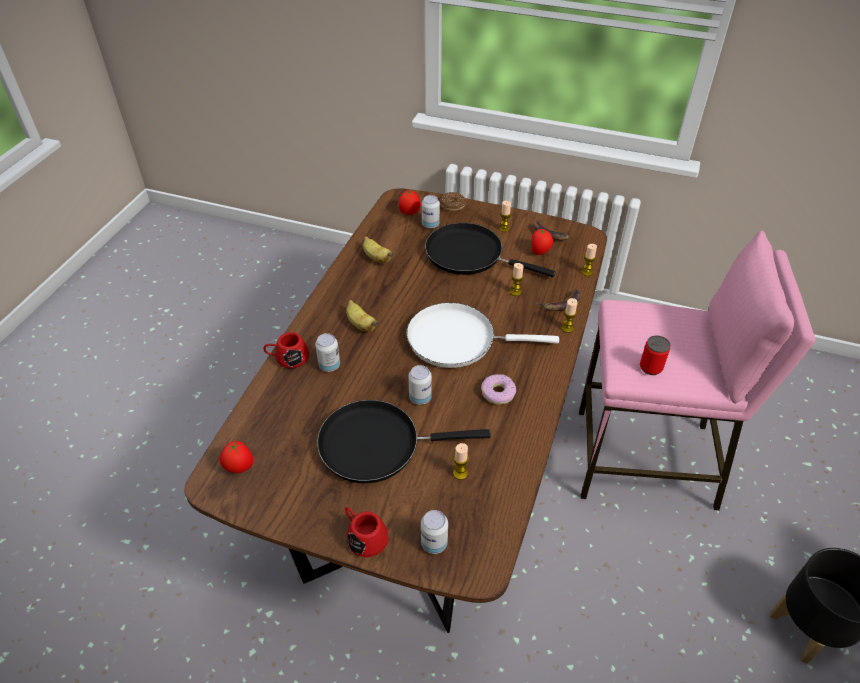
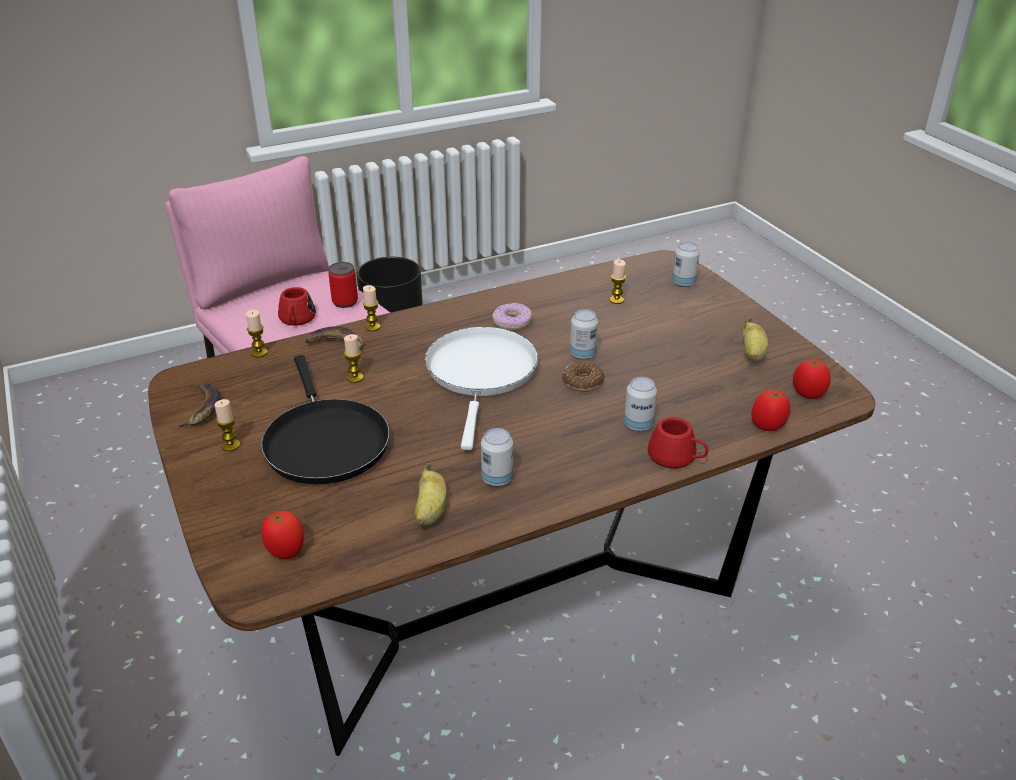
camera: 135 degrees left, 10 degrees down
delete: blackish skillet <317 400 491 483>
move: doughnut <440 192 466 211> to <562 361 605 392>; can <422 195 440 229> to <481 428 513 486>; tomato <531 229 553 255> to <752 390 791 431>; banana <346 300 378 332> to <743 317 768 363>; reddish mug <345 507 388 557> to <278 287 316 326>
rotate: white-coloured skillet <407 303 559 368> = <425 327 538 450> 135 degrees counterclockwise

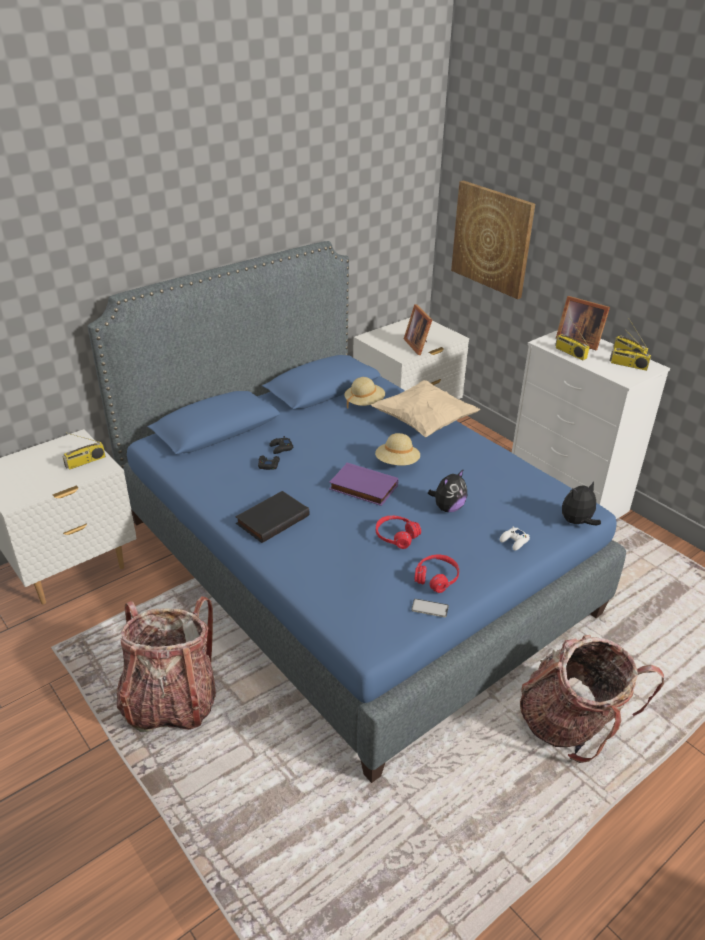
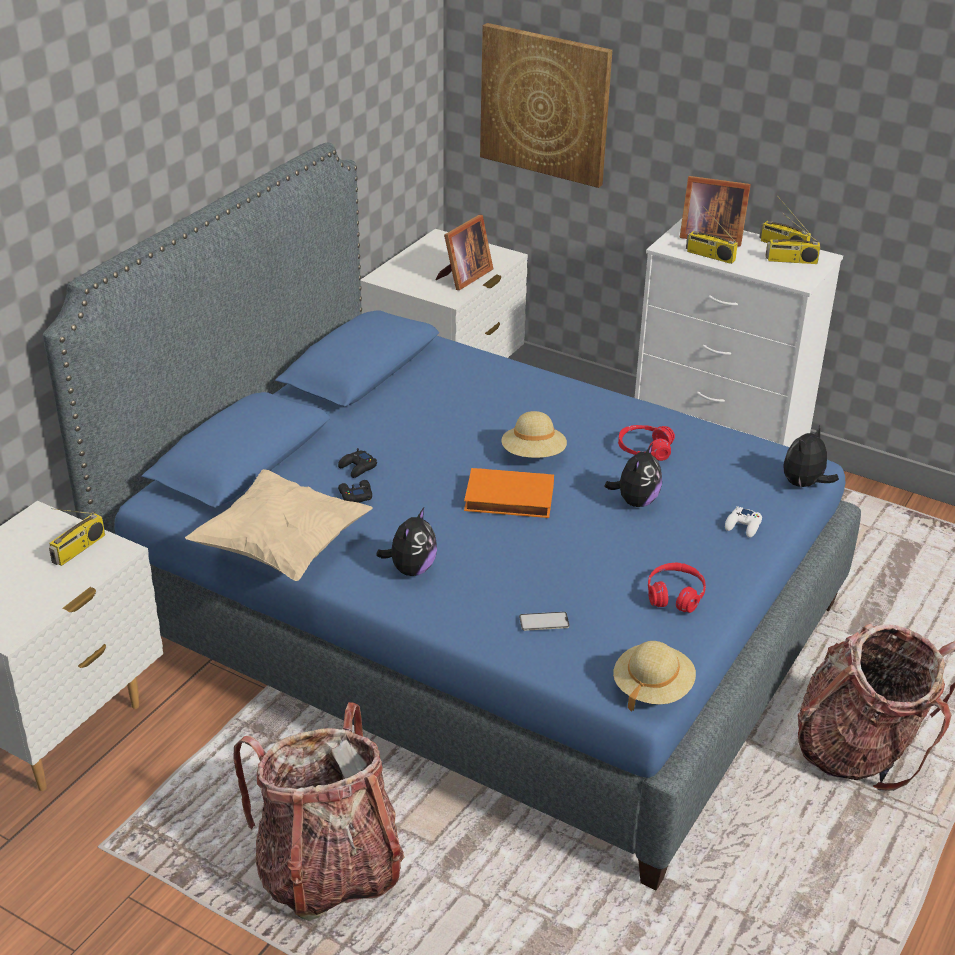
camera: 20 degrees left, 0 degrees up
move: sand-coloured wearable hat <344 377 385 408> to <613 641 696 712>; sand-coloured pillow <371 380 480 438> to <185 469 372 581>; reddish headset <376 516 421 549> to <618 425 675 461>; phone <411 599 449 617> to <519 612 570 631>
replace: blackish book <235 491 310 543> to cuddly toy <376 508 437 576>
recolor: purplish book <329 463 398 506> to orange-coloured book <464 468 554 518>
rotate: picture frame <404 304 432 355> = <435 215 493 290> 105 degrees counterclockwise

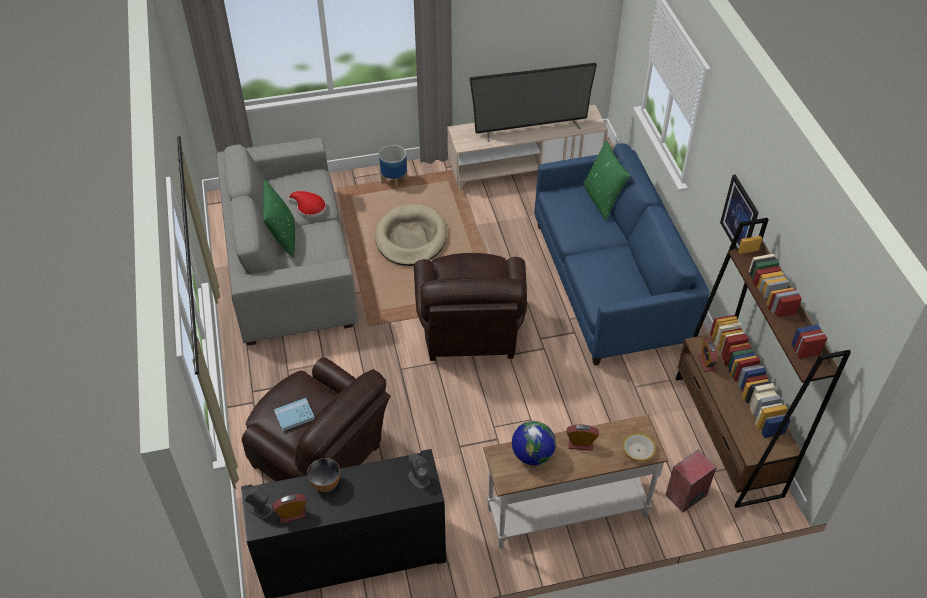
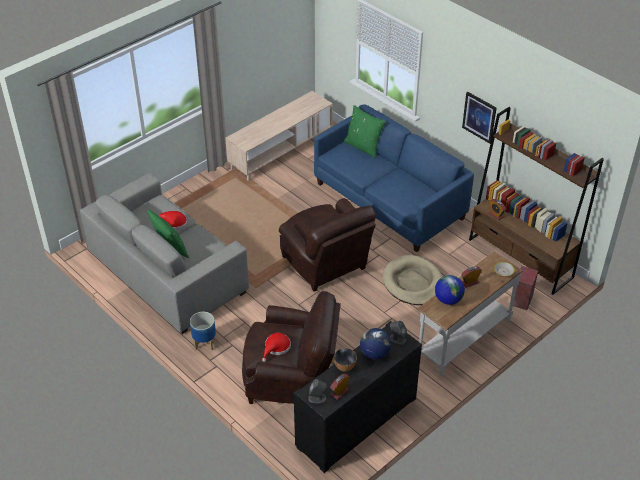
camera: 30 degrees left, 5 degrees down
delete: TV set <469 63 597 142>
insert: desk globe <360 328 391 360>
move: flower pot <379 145 408 190> to <190 312 216 350>; sand-coloured dog cushion <375 204 447 266> to <383 255 442 305>
replace: blue-coloured book <274 398 314 431> to reddish wearable hat <262 333 291 362>

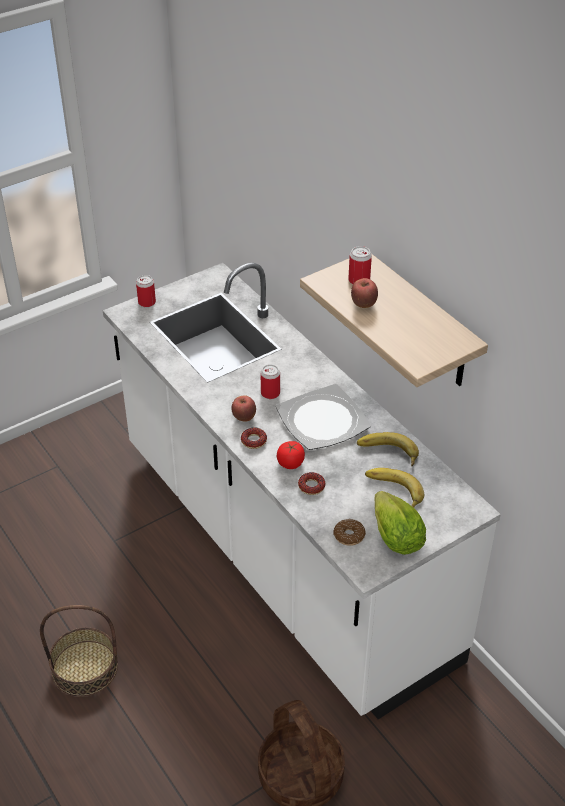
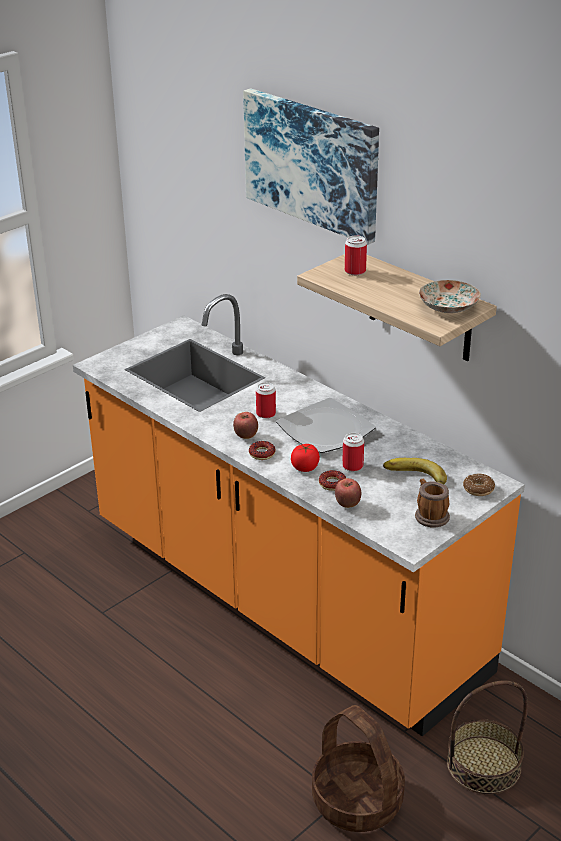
camera: 10 degrees left, 10 degrees down
delete: banana <357 432 419 466>
insert: wall art <243 88 379 245>; plate <419 280 481 313>
move: can <136 275 156 307> to <342 433 364 471>; apple <351 278 378 308> to <335 478 361 508>; doughnut <333 519 366 546> to <463 474 495 496>; household basket <40 605 118 696> to <447 680 528 794>
replace: head of lettuce <374 491 426 555> to mug <415 479 450 527>
recolor: white-coloured kitchen base unit <103 263 501 719> to orange-coloured kitchen base unit <73 294 525 736>

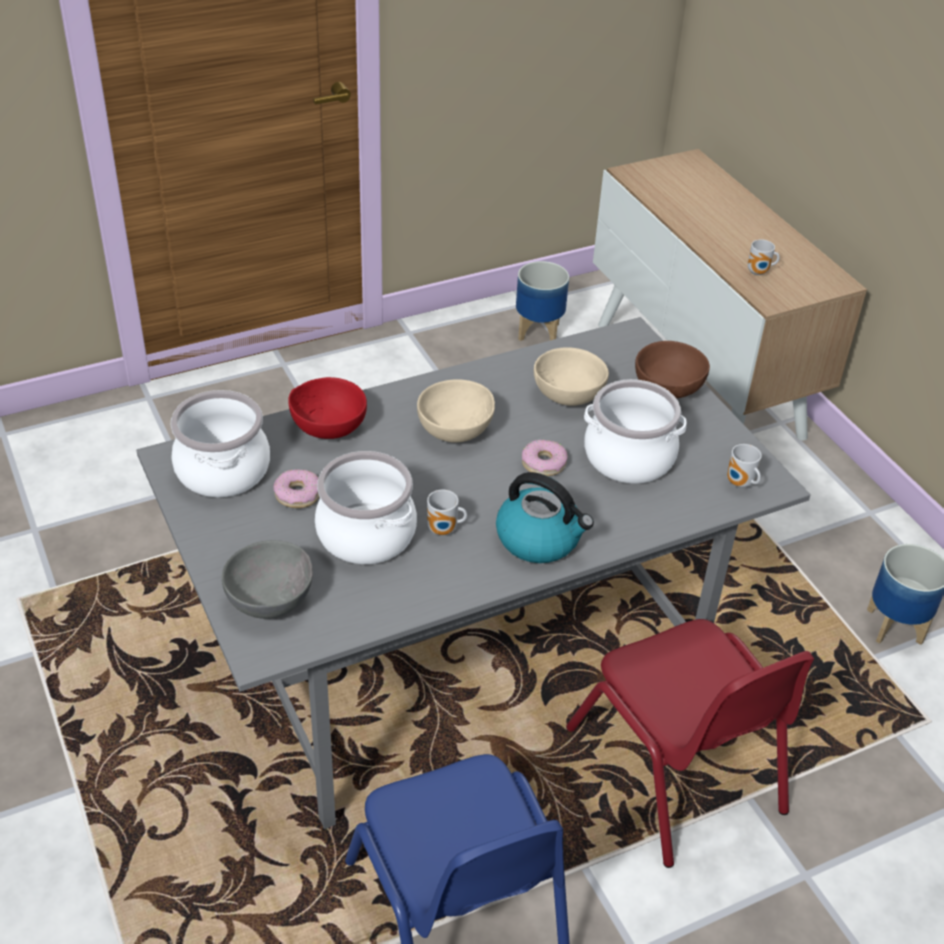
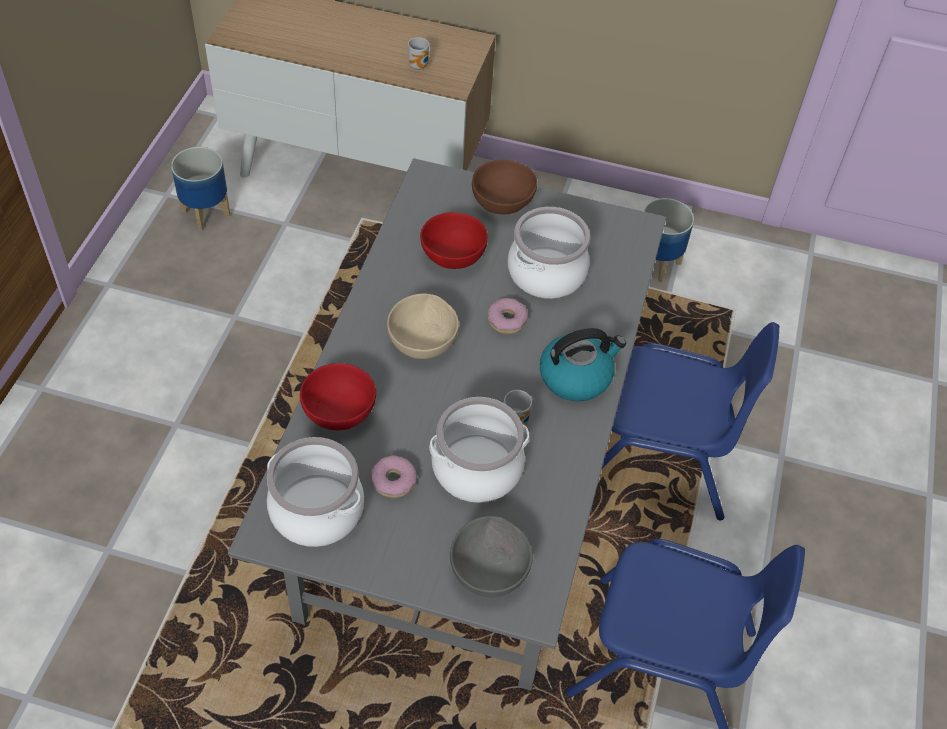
camera: 50 degrees left, 10 degrees up
delete: mug <727 444 762 488>
recolor: sand-coloured serving bowl <534 347 609 406> to reddish serving bowl <420 212 488 269>; reddish upright chair <566 619 814 868> to blue-coloured upright chair <602 322 779 521>

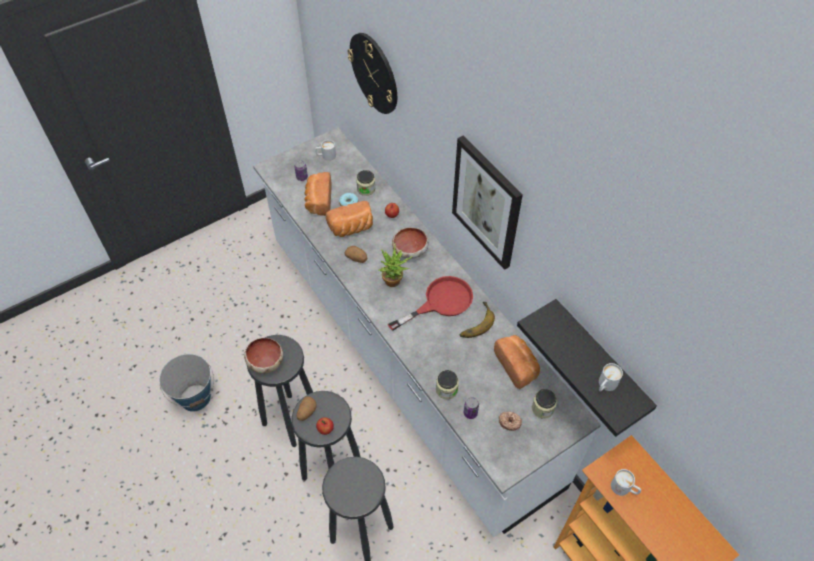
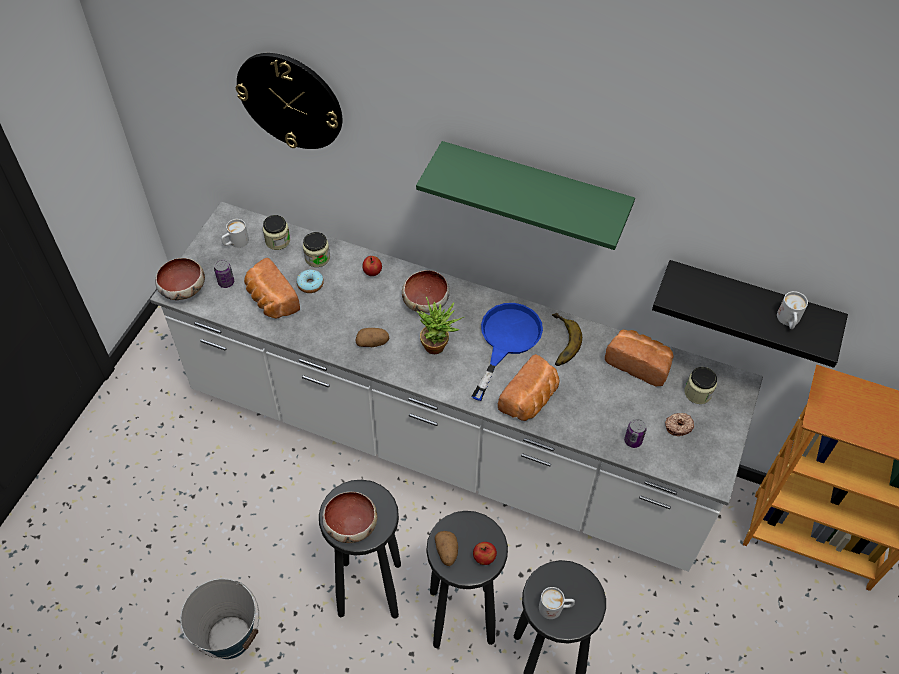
camera: 35 degrees left, 0 degrees up
insert: serving bowl <155 258 205 300>
move: bread <326 201 373 237> to <498 354 560 421>; preserve jar <436 370 459 399> to <263 215 290 250>; white-coloured mug <611 469 641 496> to <539 587 575 619>
replace: wall art <452 136 523 270> to green bracket shelf <416 141 635 250>
recolor: reddish skillet <388 276 473 331> to blue-coloured skillet <471 303 543 401>

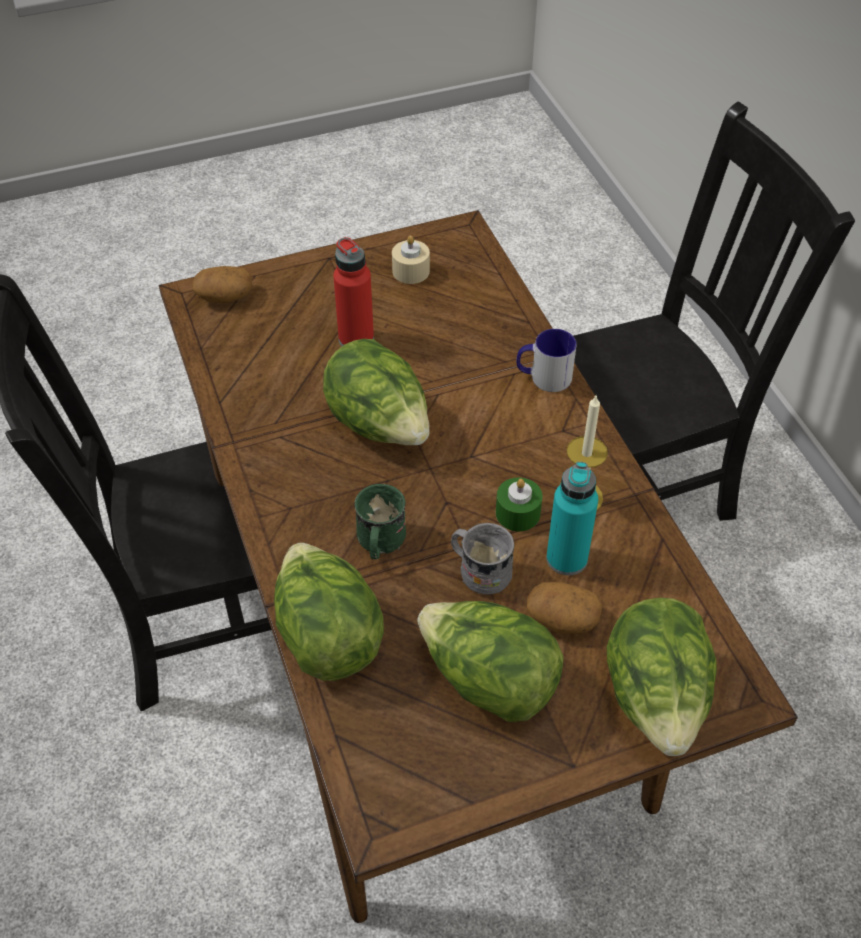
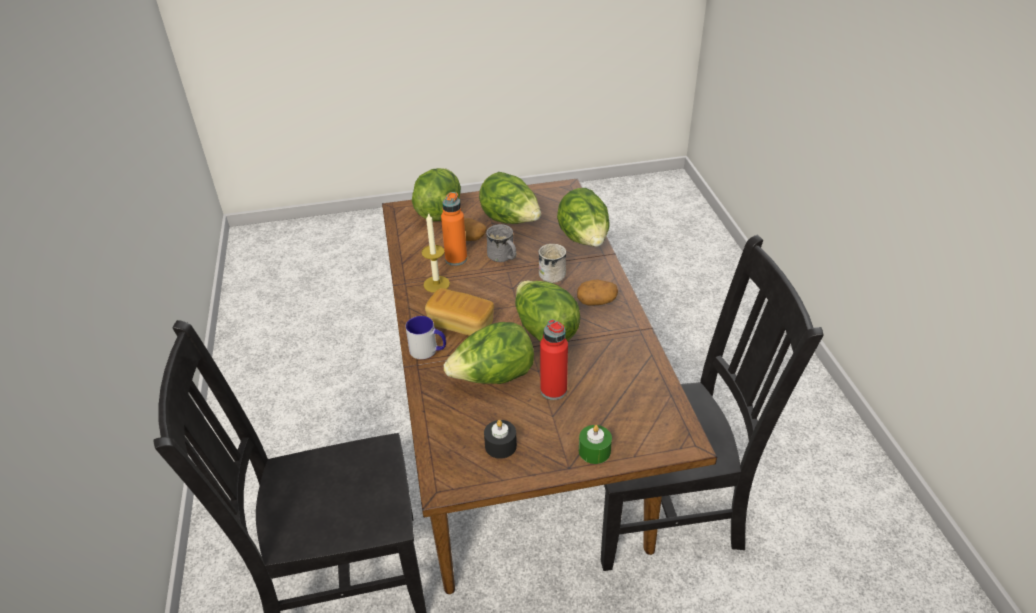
camera: 170 degrees left, 10 degrees down
insert: bread <425 288 494 336>; head of lettuce <444 322 534 384>
move: spud <192 266 252 304> to <577 279 618 306>; green wax light <496 477 543 531> to <579 425 612 464>
recolor: sand-coloured wax light <392 235 430 284> to blackish wax light <484 420 517 459>; turquoise drink bottle <546 462 598 575> to orange-coloured drink bottle <441 192 467 266>; green mug <354 484 406 559> to white-coloured mug <538 244 566 283>

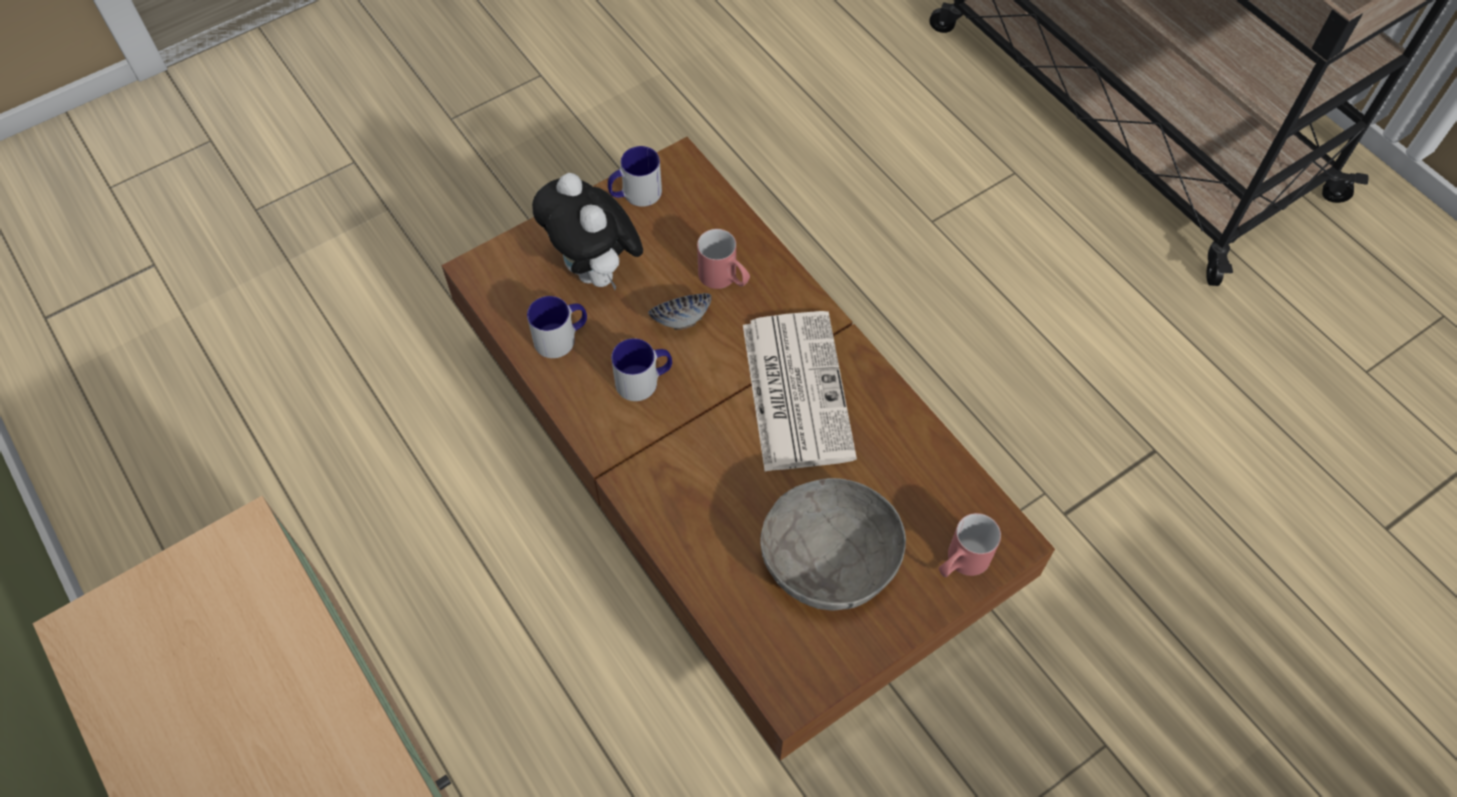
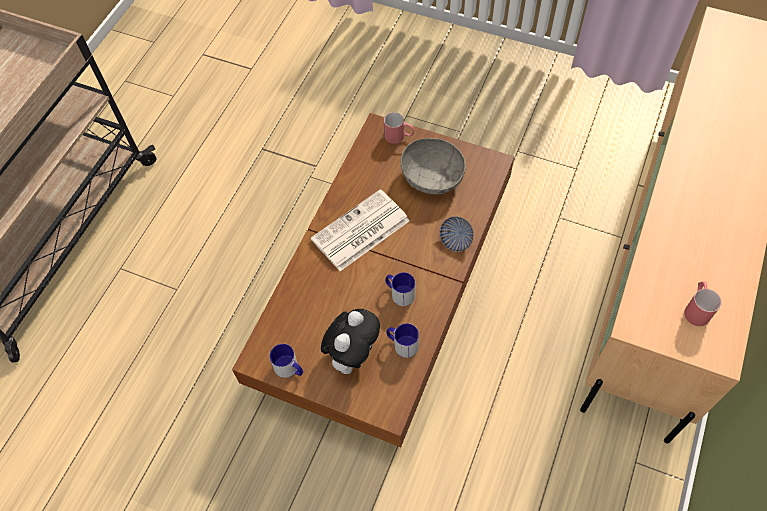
camera: 120 degrees left, 0 degrees up
move: reddish mug <697 229 750 289> to <684 281 721 326>; serving bowl <648 293 711 330> to <440 216 474 252>

